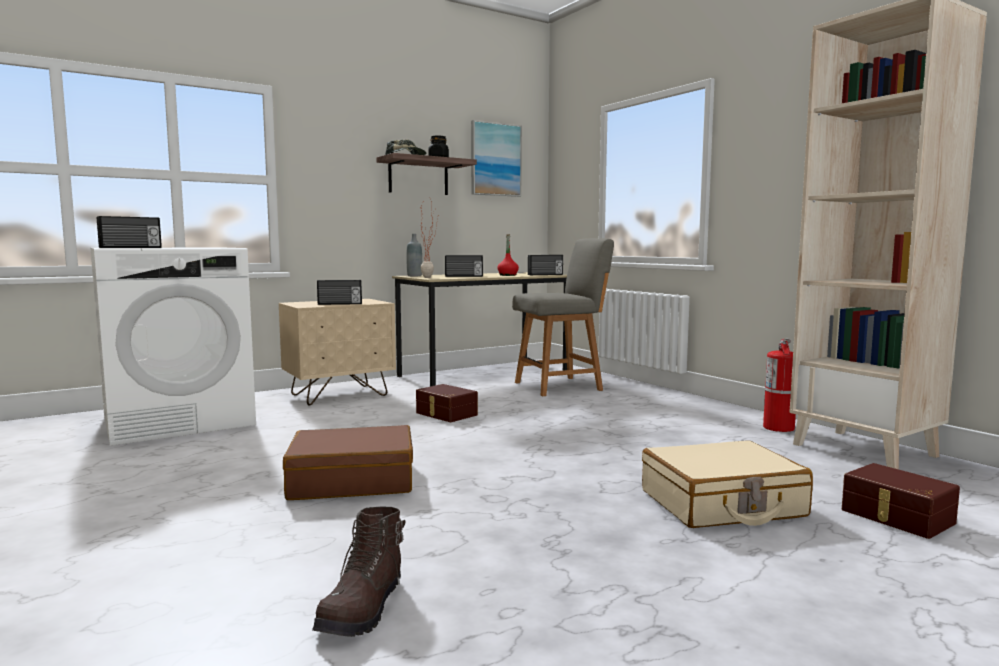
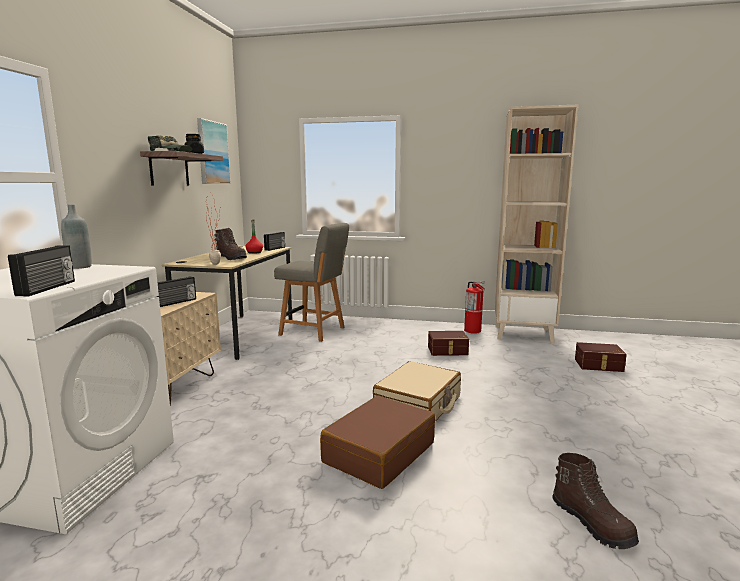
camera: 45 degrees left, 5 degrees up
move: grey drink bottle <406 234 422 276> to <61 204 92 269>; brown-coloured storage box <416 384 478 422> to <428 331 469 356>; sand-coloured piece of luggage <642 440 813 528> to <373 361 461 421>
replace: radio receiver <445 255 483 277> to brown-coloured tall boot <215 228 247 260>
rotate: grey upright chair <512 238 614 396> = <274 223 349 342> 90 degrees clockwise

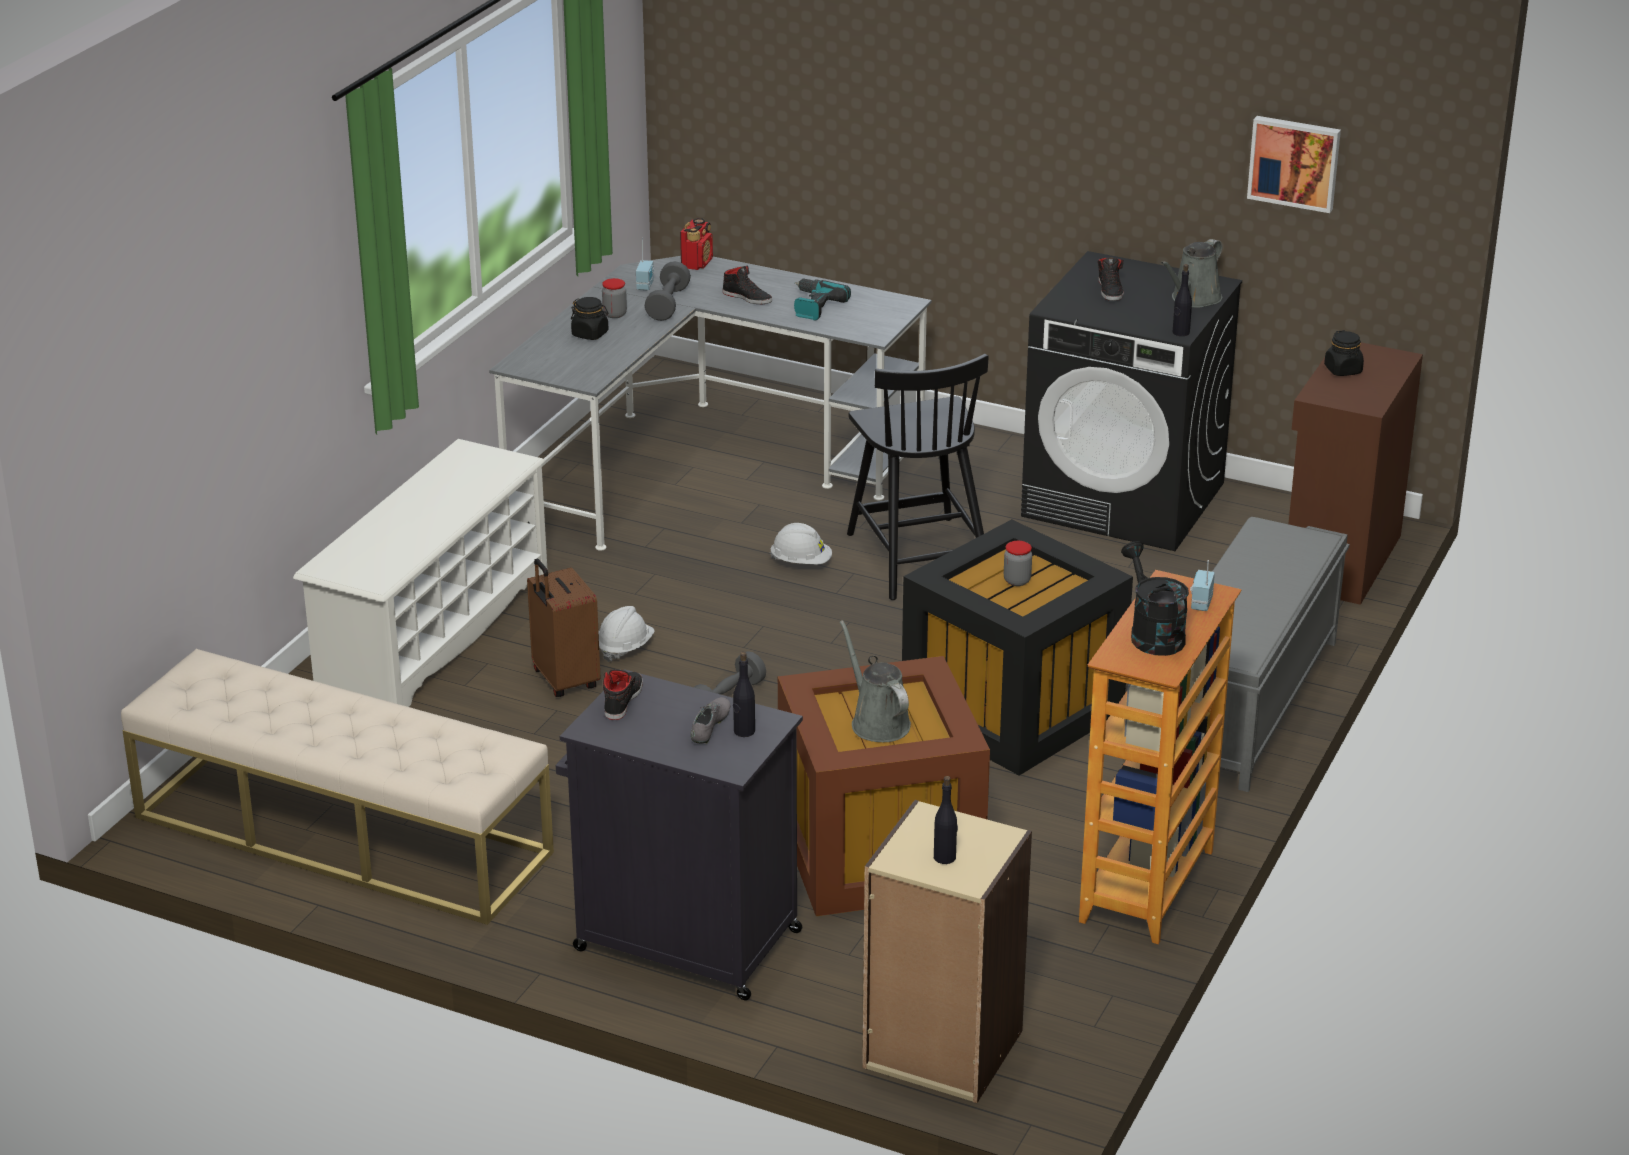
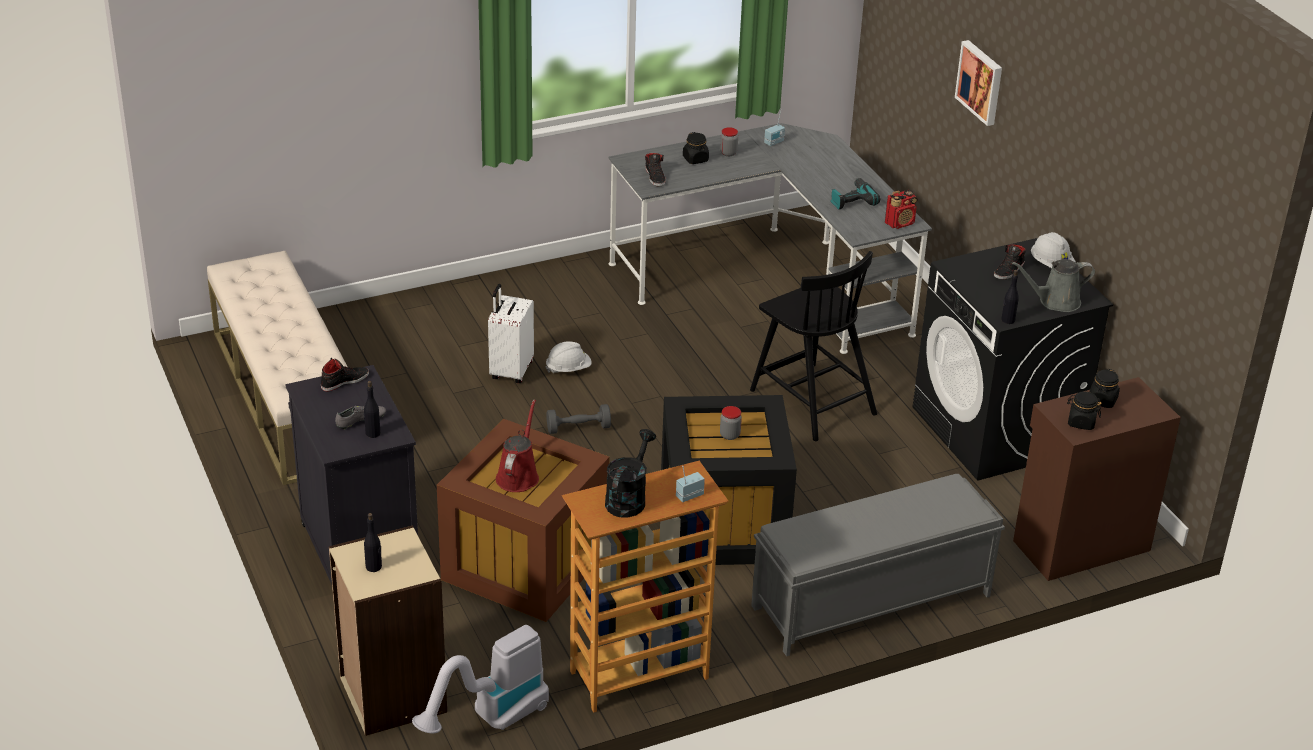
camera: 40 degrees right, 5 degrees up
delete: grey dumbbell <645 261 691 321>; white-coloured shoe stand <293 439 547 707>
insert: blackish preserve jar <1067 391 1102 430>; vacuum <412 625 549 733>
move: wall art <1247 116 1341 213> to <955 40 1002 126>; radio receiver <680 218 713 270> to <885 190 918 229>; blackish low shoe <722 266 772 304> to <645 153 666 186>; white-coloured safety helmet <770 523 832 565> to <1031 232 1076 268>
recolor: brown-coloured piece of luggage <527 559 601 697> to white-coloured piece of luggage <488 284 534 383>; grey watering can <840 620 911 742> to reddish watering can <496 400 539 492>
rotate: blackish upright chair <847 354 989 600> = <750 251 877 441> 60 degrees counterclockwise

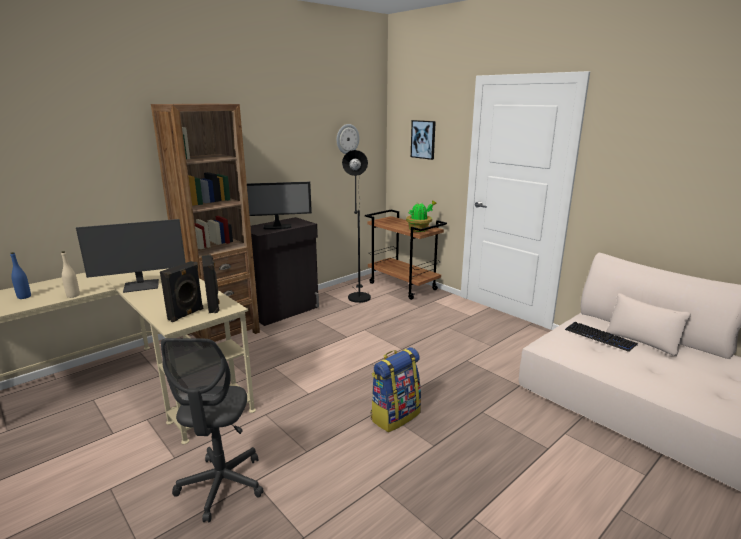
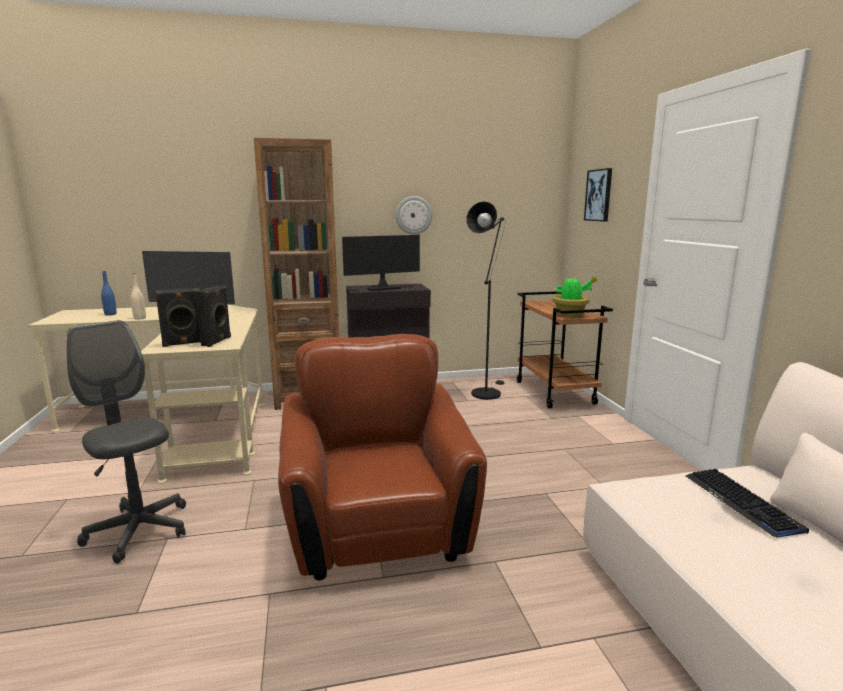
camera: 30 degrees right, 5 degrees down
move: wall clock <337 124 359 154> to <395 196 432 235>
replace: rucksack <371 347 421 432> to brown-coloured easy chair <278 334 487 580>
rotate: monitor <247 182 312 230> = <342 235 420 291> 135 degrees clockwise; grey computer chair <161 338 264 522> = <67 320 186 564> 105 degrees clockwise

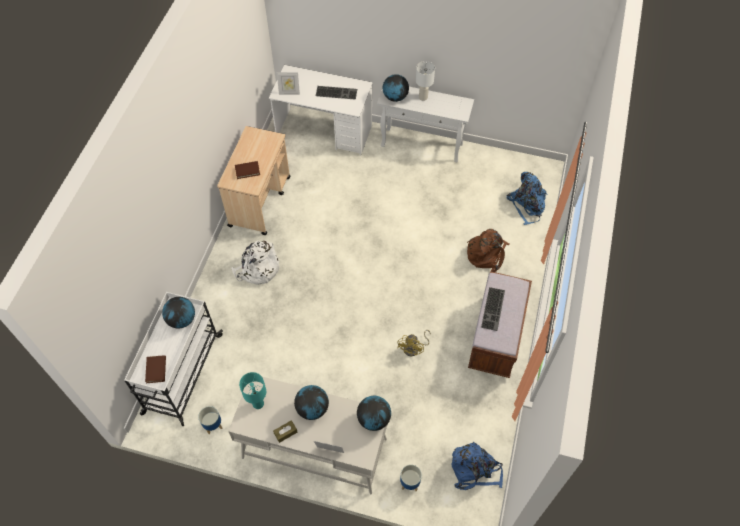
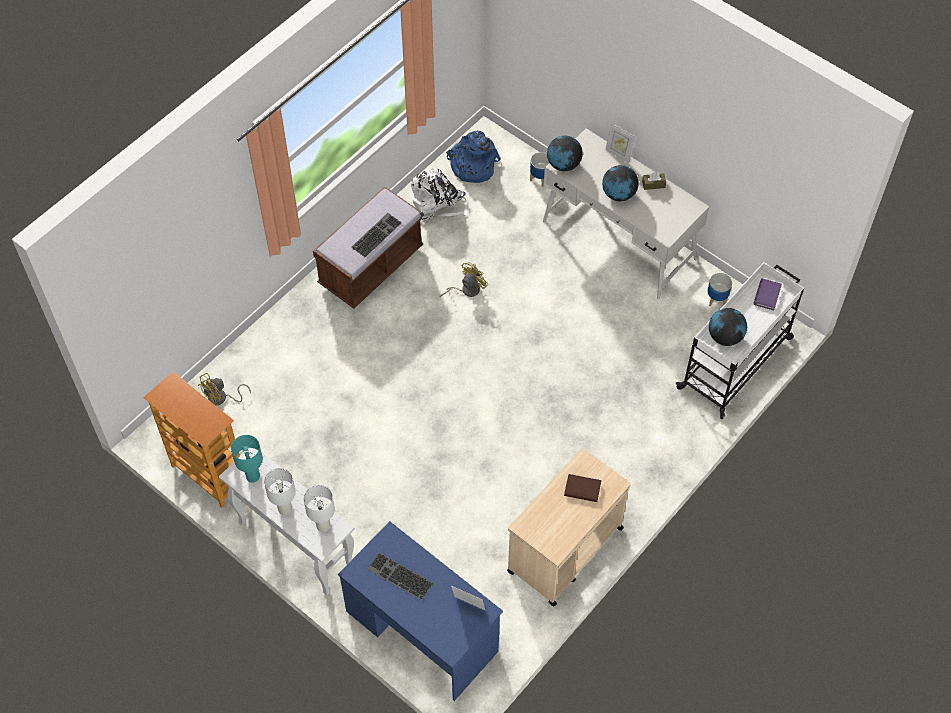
camera: 155 degrees left, 0 degrees up
delete: brown-coloured rucksack <467 229 509 272>
insert: bookcase <143 371 240 508>
move: white-coloured rucksack <231 240 279 285> to <411 168 467 221>; turquoise lamp for a table <239 372 266 409> to <231 435 263 483>
replace: desk globe <383 74 409 102> to white-coloured lamp for a table <303 485 335 532>; blue-coloured rucksack <507 172 547 225> to yellow cooling fan <198 373 251 405>
recolor: white-coloured desk <269 65 373 155> to blue-coloured desk <338 521 503 701>; brown-coloured book <145 355 166 383> to purplish book <753 278 782 311>

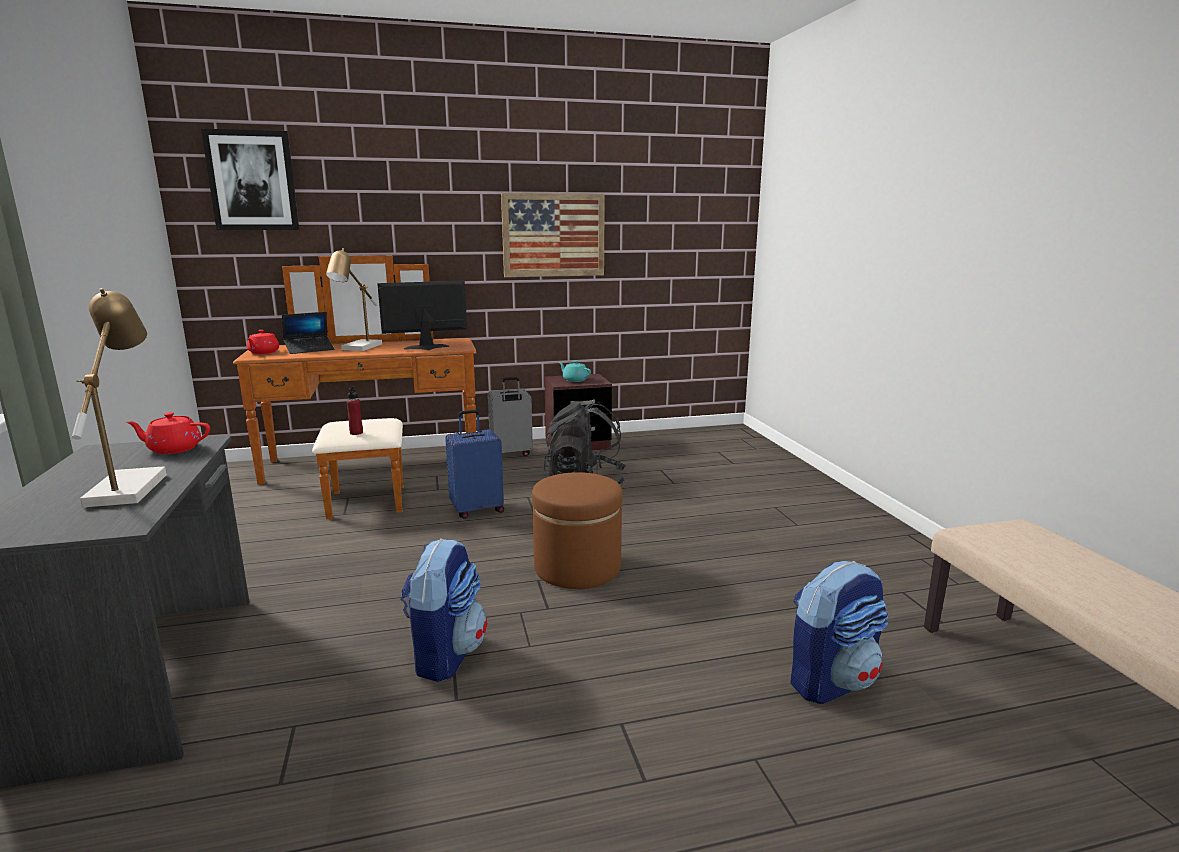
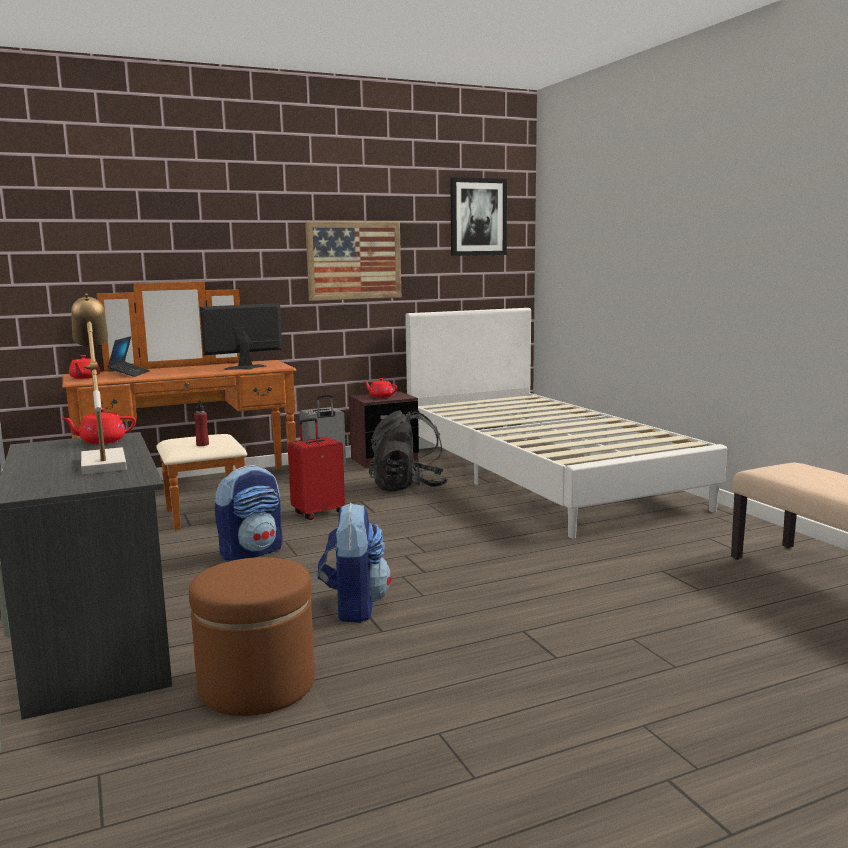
camera: 10 degrees left, 5 degrees down
delete: lamp for a table <326 248 382 351>
insert: white-coloured bedroom bed <405 308 727 539>
move: wall art <201 129 299 230> to <450 177 507 256>; brown-coloured pouffe <532 472 623 589> to <189 557 315 716>; rucksack <790 561 889 704> to <215 465 283 561>
recolor: turquoise tea pot <559 361 591 382> to reddish tea pot <364 378 397 398>; blue-coloured piece of luggage <445 410 504 519> to reddish piece of luggage <288 418 345 520>
rotate: notebook computer <282 312 335 354> = <107 336 150 377> 45 degrees counterclockwise

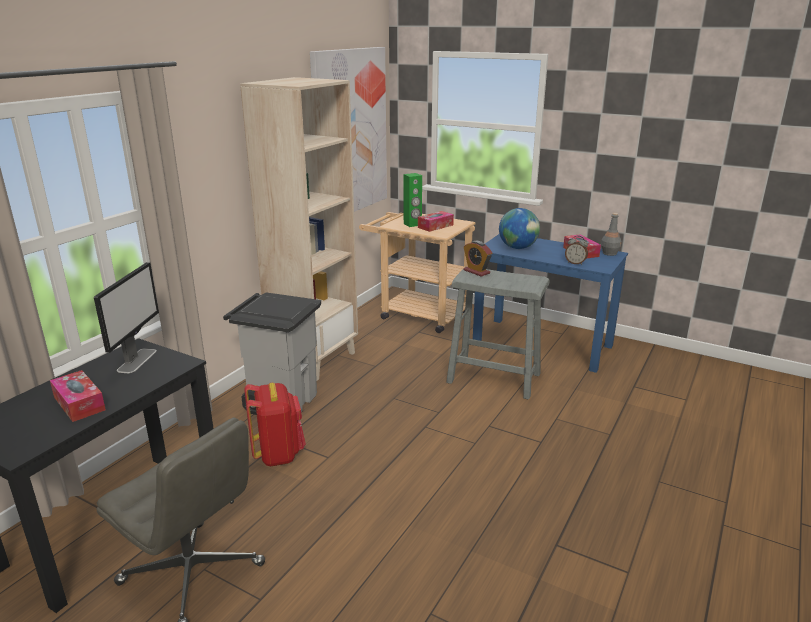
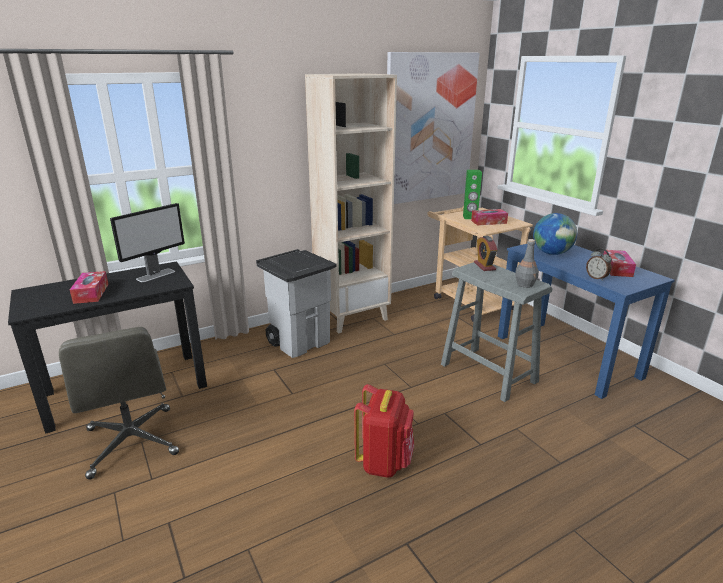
camera: 30 degrees right, 0 degrees up
move: grey drink bottle <601 213 621 256> to <515 239 539 288>; reddish rucksack <244 383 306 466> to <354 384 414 478>

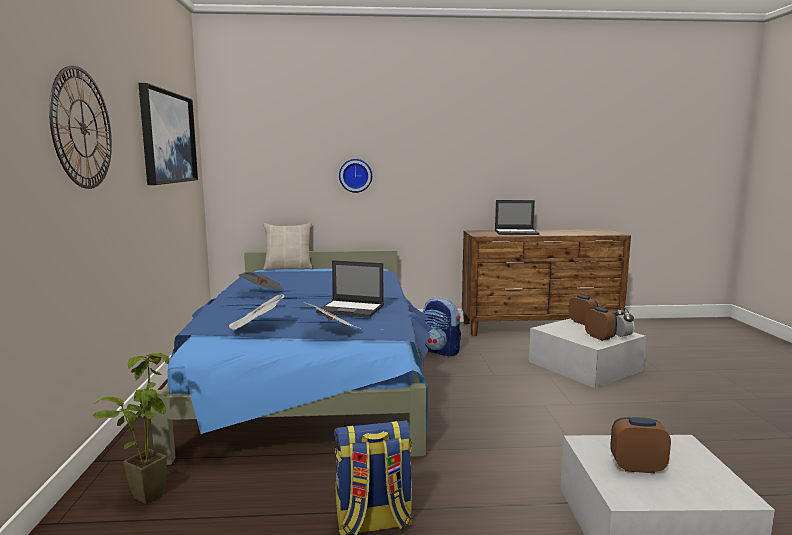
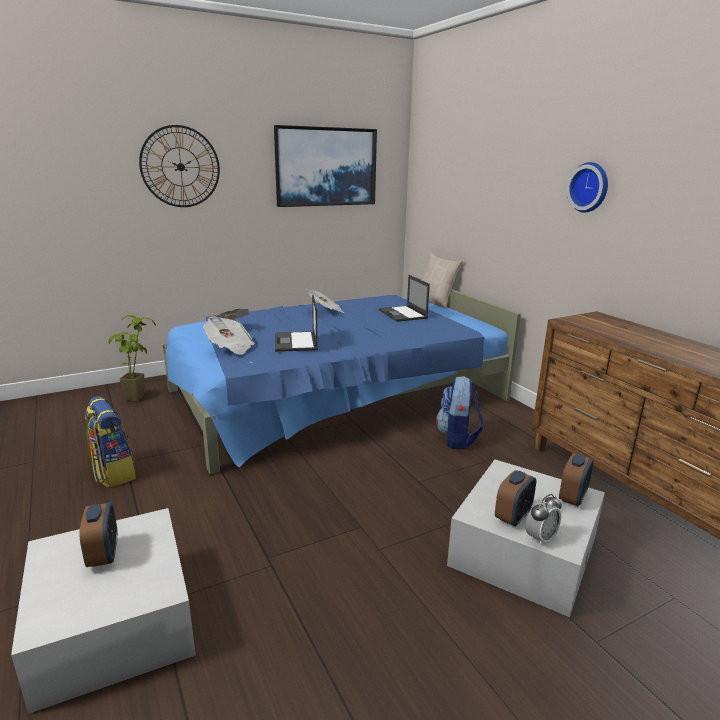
camera: 65 degrees right, 10 degrees up
move: wall clock <339 159 372 193> to <567 162 608 213>; notebook computer <495 200 540 235> to <379 275 430 322>

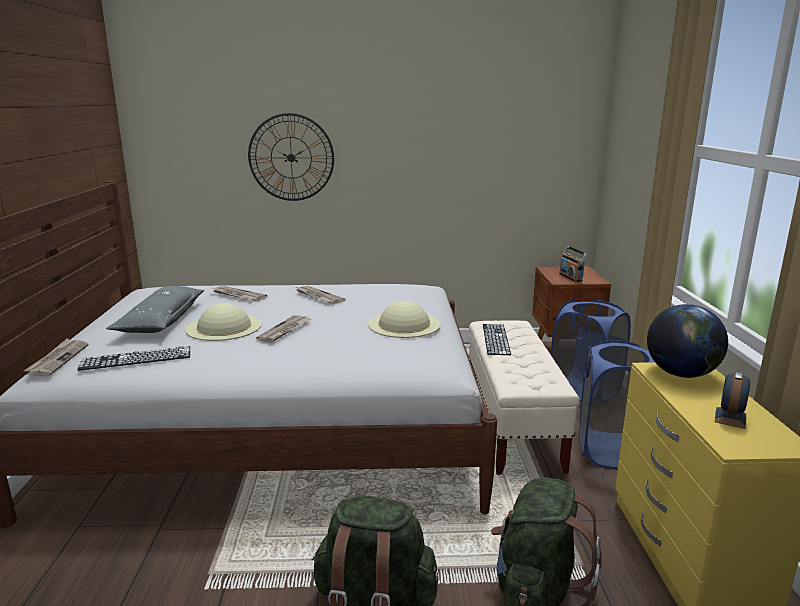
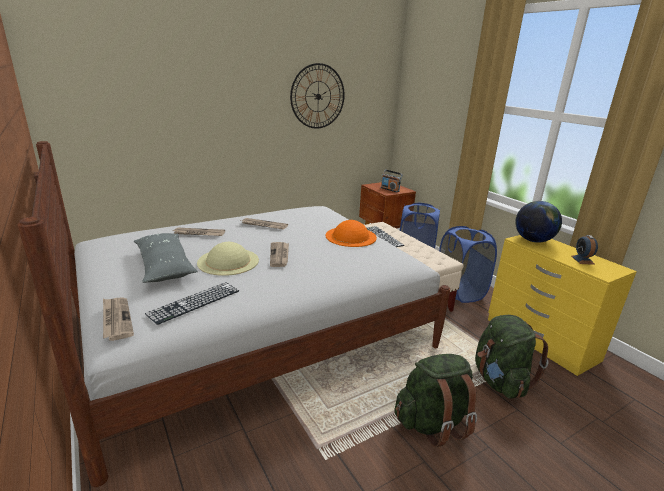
camera: 30 degrees left, 5 degrees up
move: wall clock <248 113 334 201> to <290 63 345 129>
recolor: sand-coloured wearable hat <368 301 440 338> to orange-coloured wearable hat <326 220 377 247>

